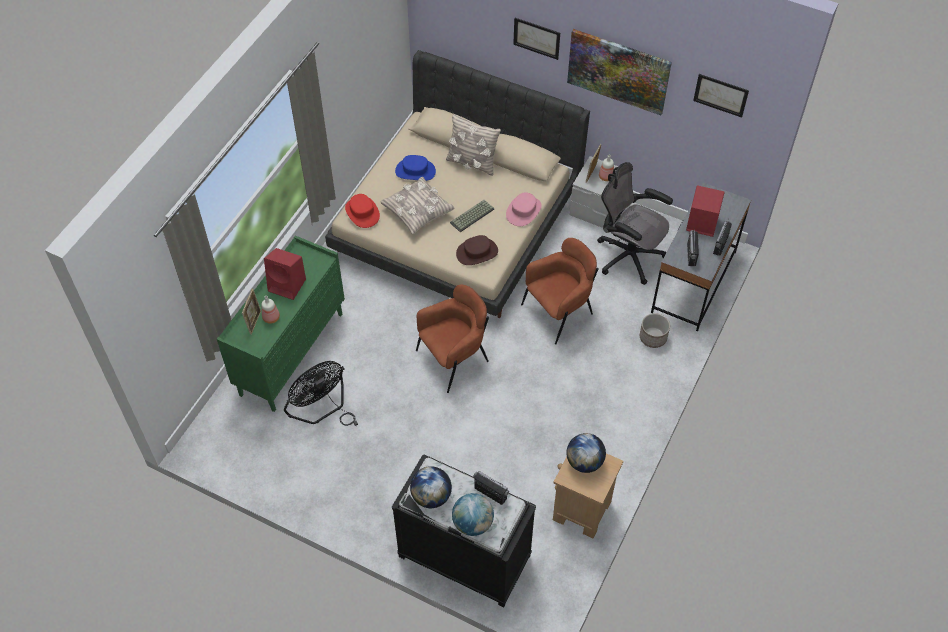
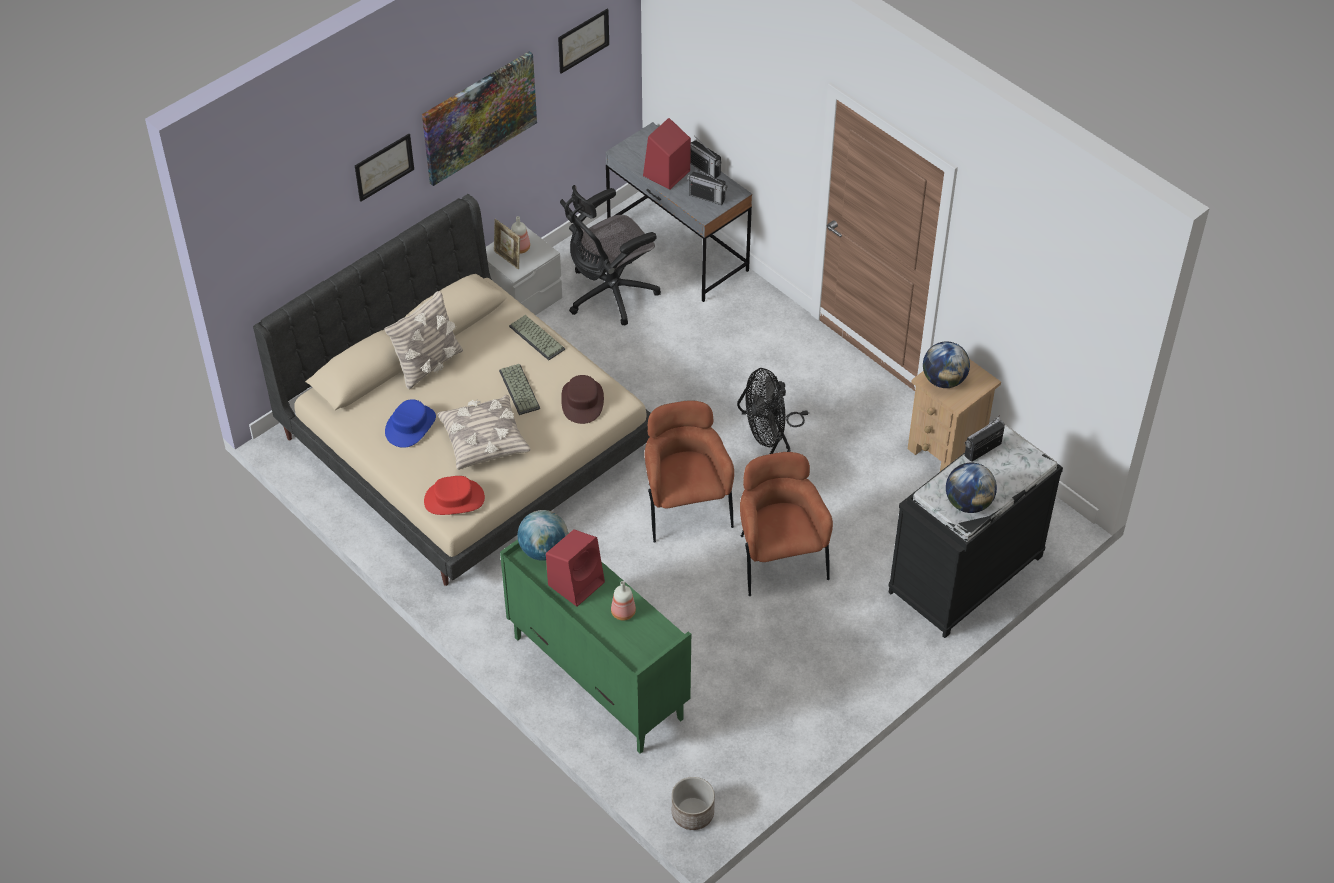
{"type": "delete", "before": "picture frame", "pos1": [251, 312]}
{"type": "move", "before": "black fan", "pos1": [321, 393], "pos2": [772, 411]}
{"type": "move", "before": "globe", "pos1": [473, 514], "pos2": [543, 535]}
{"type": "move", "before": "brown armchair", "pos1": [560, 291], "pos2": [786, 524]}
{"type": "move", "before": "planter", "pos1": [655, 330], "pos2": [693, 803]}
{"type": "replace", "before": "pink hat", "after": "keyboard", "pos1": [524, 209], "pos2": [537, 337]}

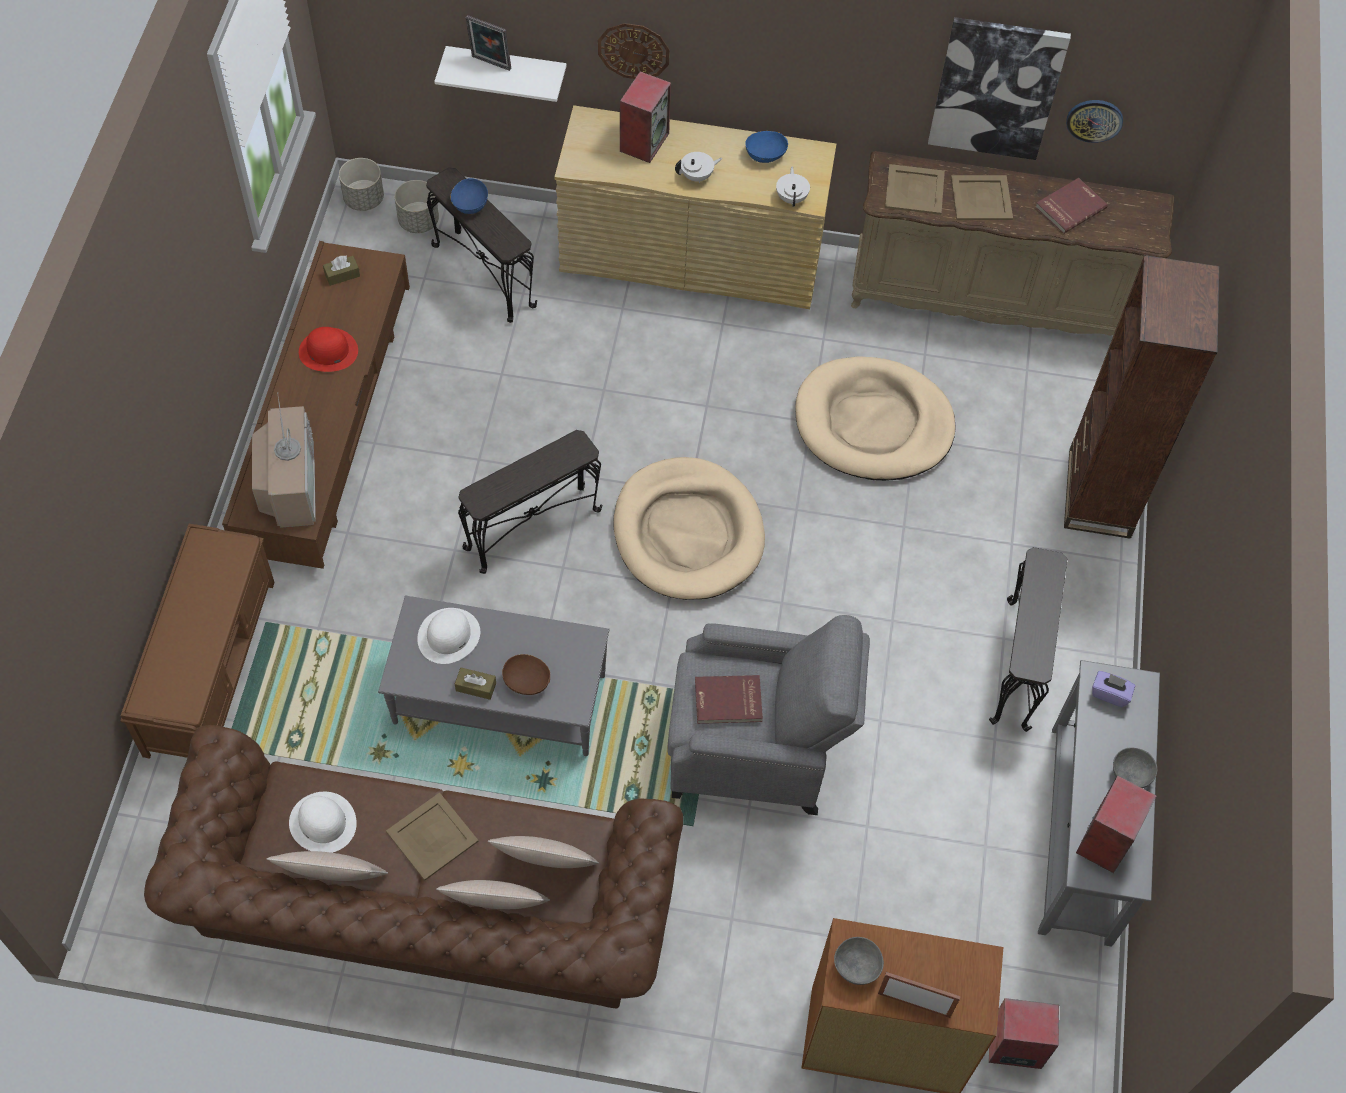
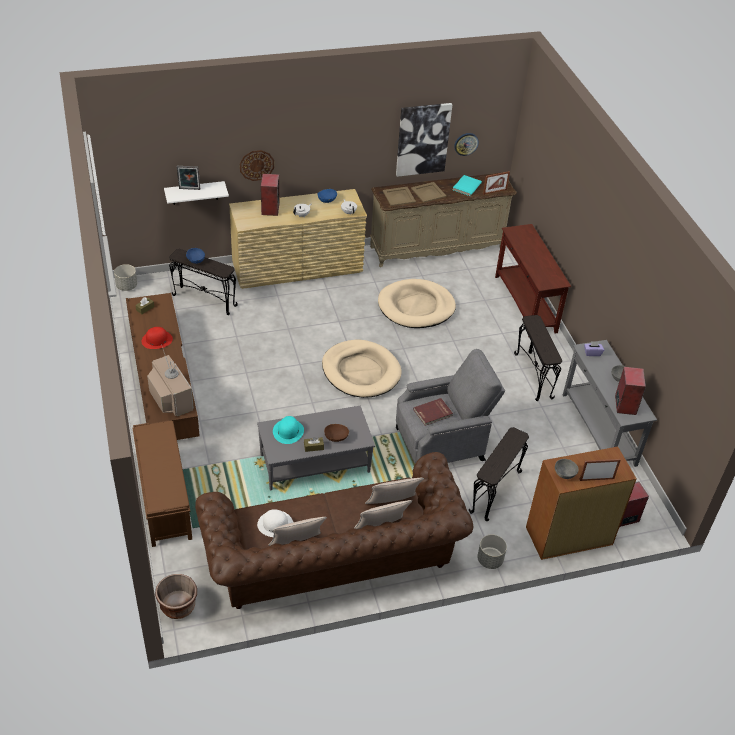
{"type": "delete", "before": "beige tray", "pos1": [432, 836]}
{"type": "insert", "after": "brown planter", "pos2": [176, 596]}
{"type": "insert", "after": "picture frame", "pos2": [496, 183]}
{"type": "move", "before": "grey planter", "pos1": [417, 206], "pos2": [492, 552]}
{"type": "move", "before": "black side table", "pos1": [530, 502], "pos2": [499, 474]}
{"type": "replace", "before": "brown bookcase", "after": "brown console table", "pos1": [1141, 397], "pos2": [533, 280]}
{"type": "recolor", "before": "white hat", "after": "turquoise hat", "pos1": [448, 636], "pos2": [288, 430]}
{"type": "recolor", "before": "red book", "after": "turquoise book", "pos1": [1071, 206], "pos2": [467, 185]}

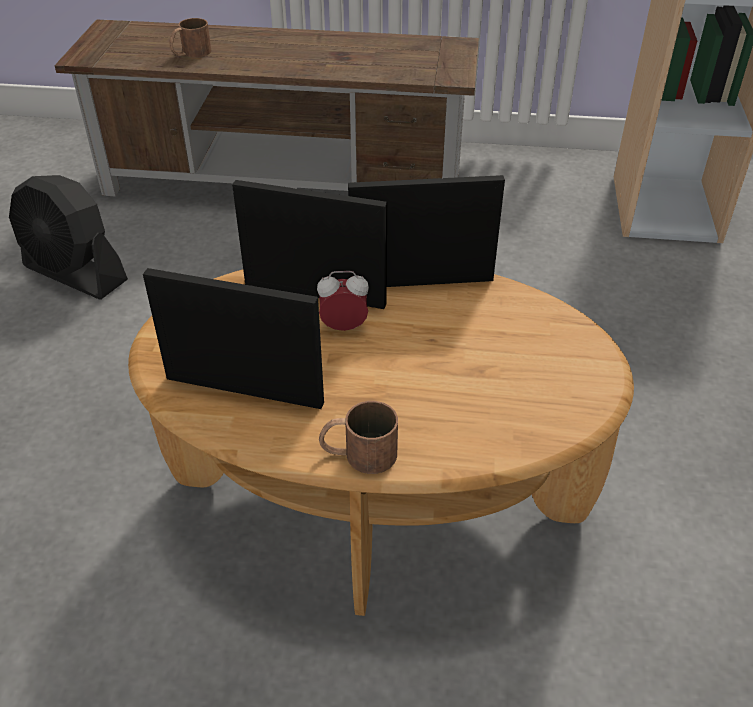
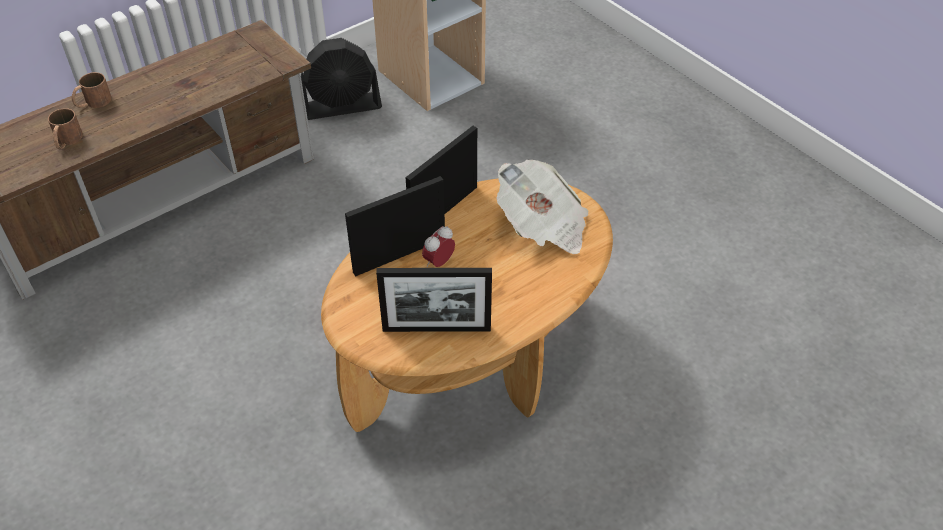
{"type": "insert", "after": "newspaper", "pos2": [542, 207]}
{"type": "move", "before": "black fan", "pos1": [68, 237], "pos2": [341, 79]}
{"type": "move", "before": "brown mug", "pos1": [358, 437], "pos2": [92, 90]}
{"type": "rotate", "before": "picture frame", "pos1": [233, 338], "pos2": [434, 300], "turn": -150}

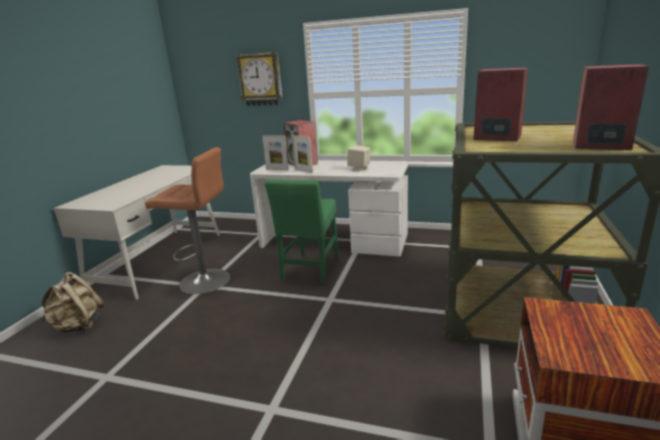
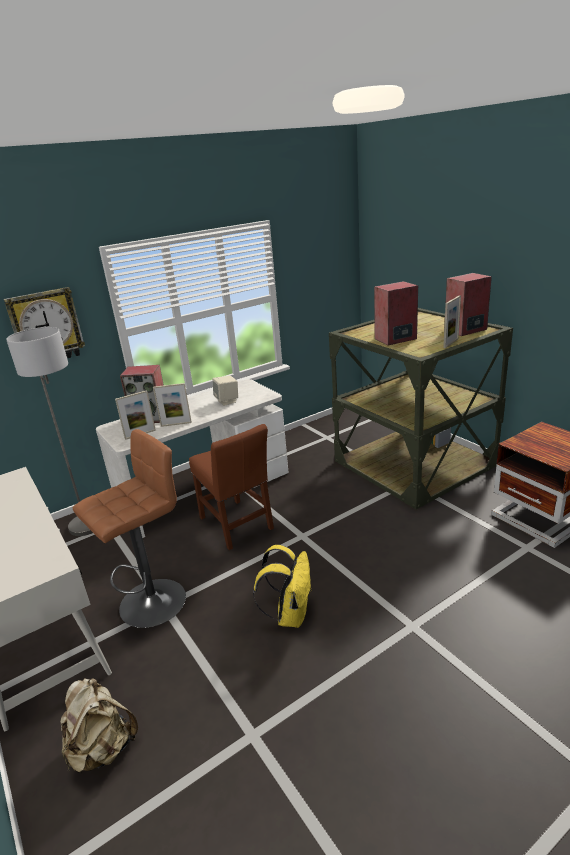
{"type": "insert", "after": "grey floor lamp", "pos2": [49, 431]}
{"type": "insert", "after": "yellow backpack", "pos2": [282, 586]}
{"type": "insert", "after": "picture frame", "pos2": [452, 321]}
{"type": "recolor", "before": "green chair", "after": "brown chair", "pos1": [302, 231], "pos2": [231, 487]}

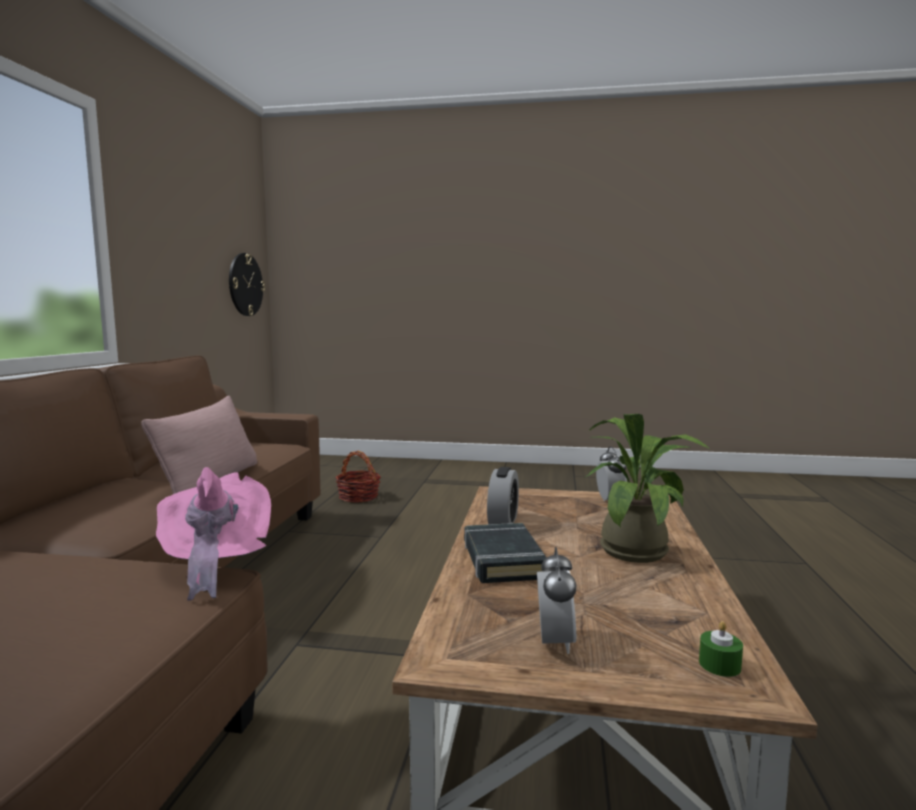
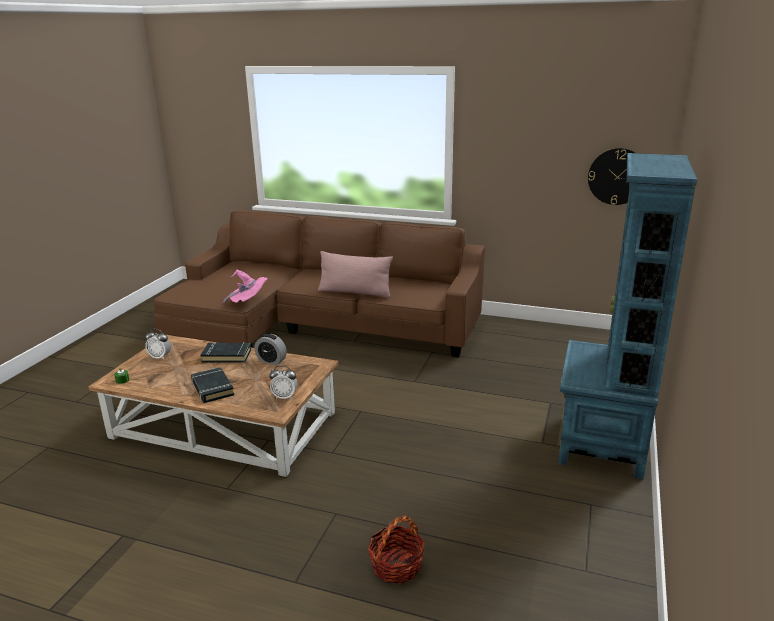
{"type": "insert", "after": "blue cabinet", "pos2": [628, 316]}
{"type": "move", "before": "basket", "pos1": [358, 476], "pos2": [396, 550]}
{"type": "replace", "before": "potted plant", "after": "black book", "pos1": [646, 488], "pos2": [212, 385]}

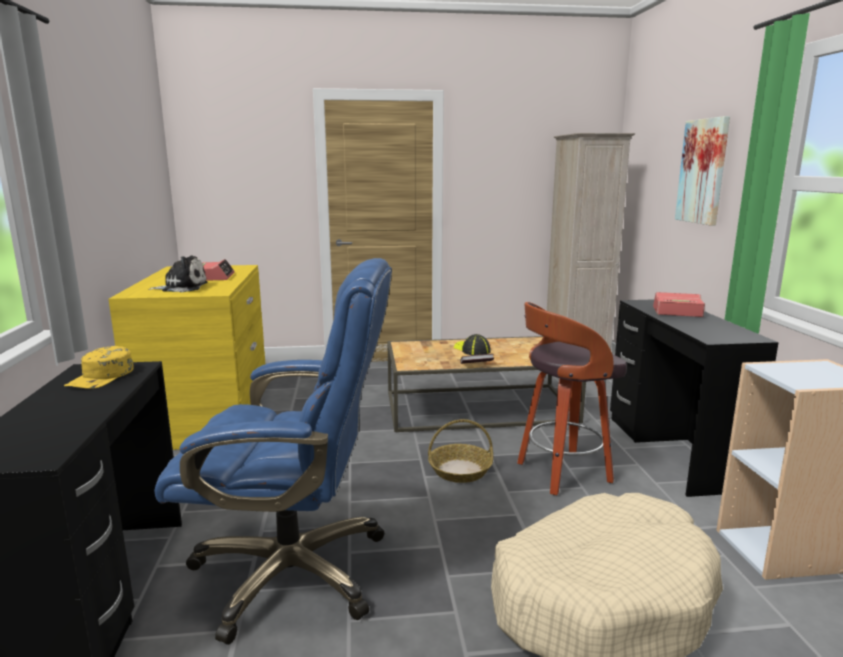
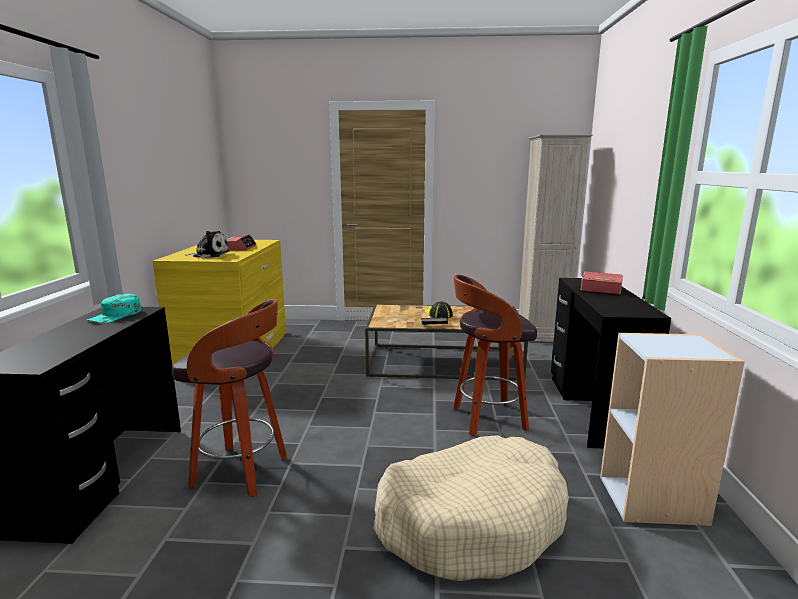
{"type": "delete", "before": "basket", "pos1": [460, 451]}
{"type": "delete", "before": "picture", "pos1": [702, 171]}
{"type": "replace", "before": "blue office chair", "after": "stool", "pos1": [273, 451], "pos2": [229, 398]}
{"type": "recolor", "before": "yellow cap", "after": "turquoise cap", "pos1": [99, 367], "pos2": [114, 308]}

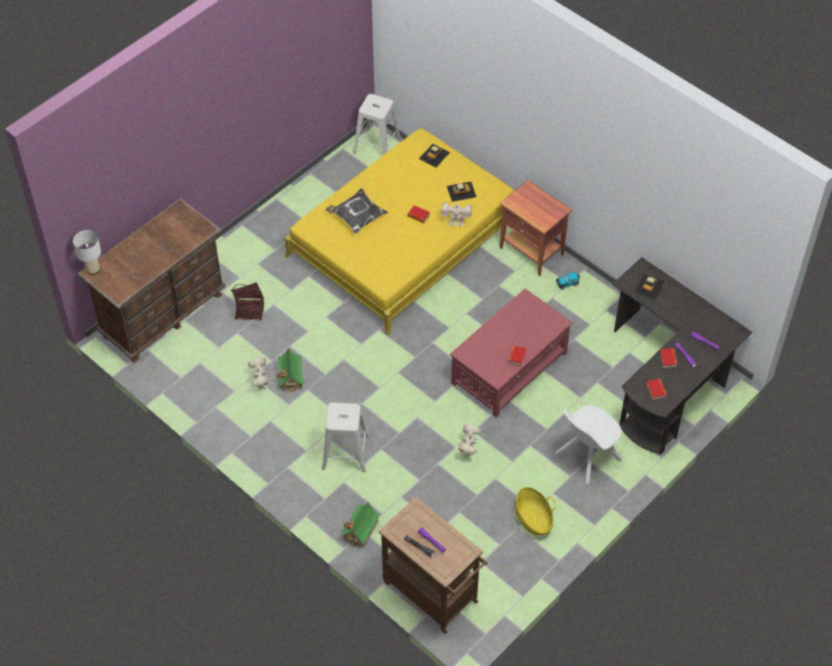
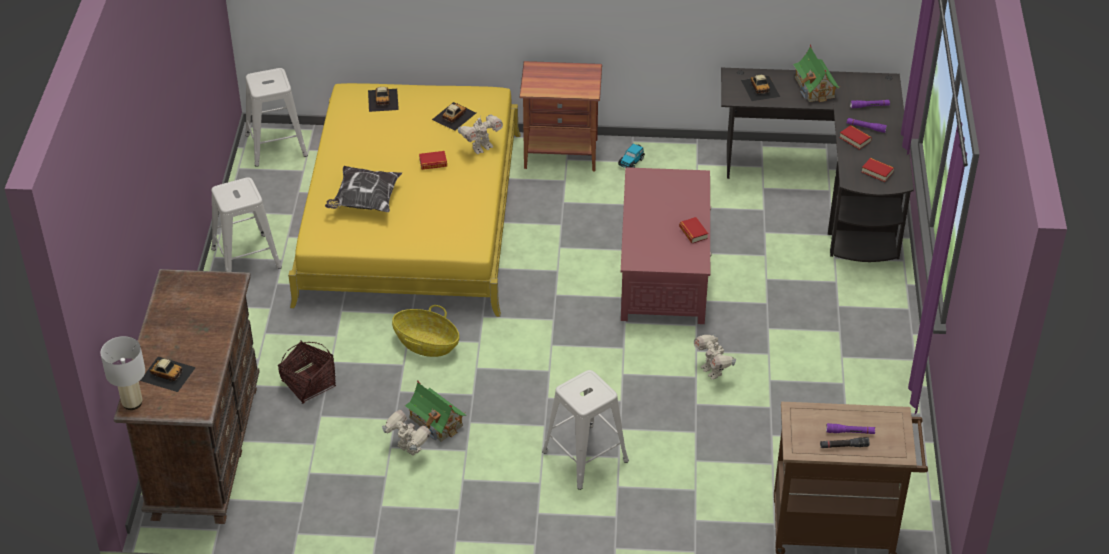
{"type": "delete", "before": "white chair", "pos1": [588, 445]}
{"type": "insert", "after": "toy car", "pos2": [168, 374]}
{"type": "insert", "after": "white stool", "pos2": [246, 224]}
{"type": "move", "before": "toy house", "pos1": [360, 524], "pos2": [816, 73]}
{"type": "move", "before": "basket", "pos1": [535, 511], "pos2": [425, 331]}

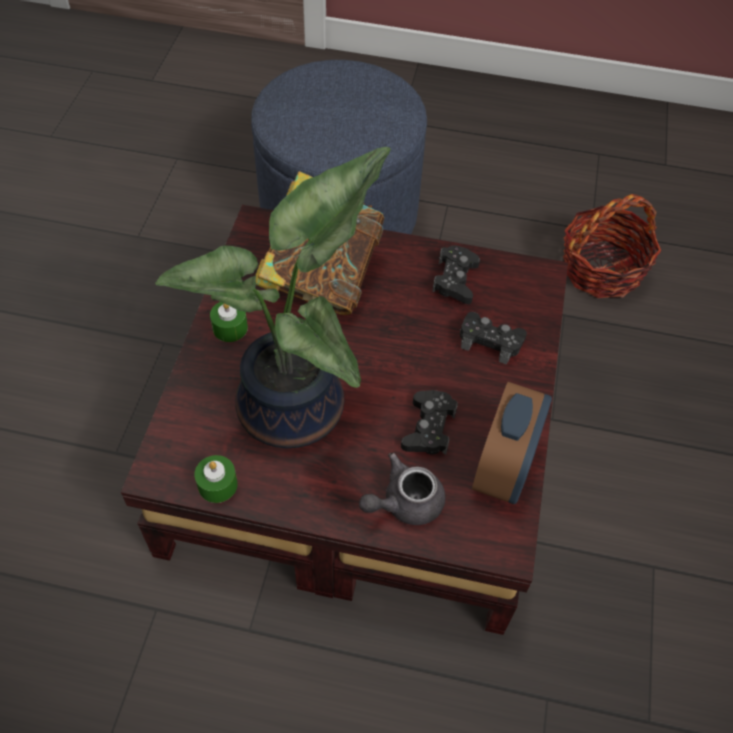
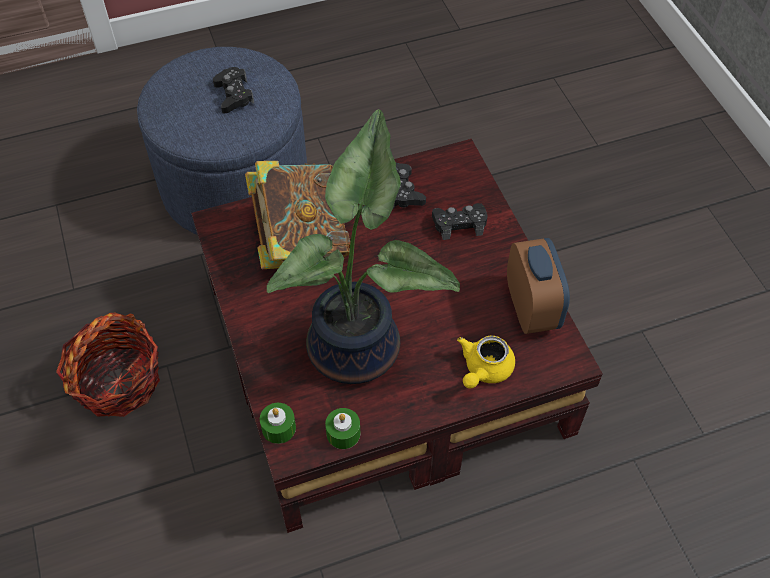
{"type": "move", "before": "green candle", "pos1": [229, 322], "pos2": [278, 423]}
{"type": "move", "before": "black game controller", "pos1": [429, 422], "pos2": [233, 90]}
{"type": "move", "before": "basket", "pos1": [612, 246], "pos2": [108, 365]}
{"type": "recolor", "before": "grey teapot", "after": "yellow teapot", "pos1": [402, 489], "pos2": [486, 362]}

